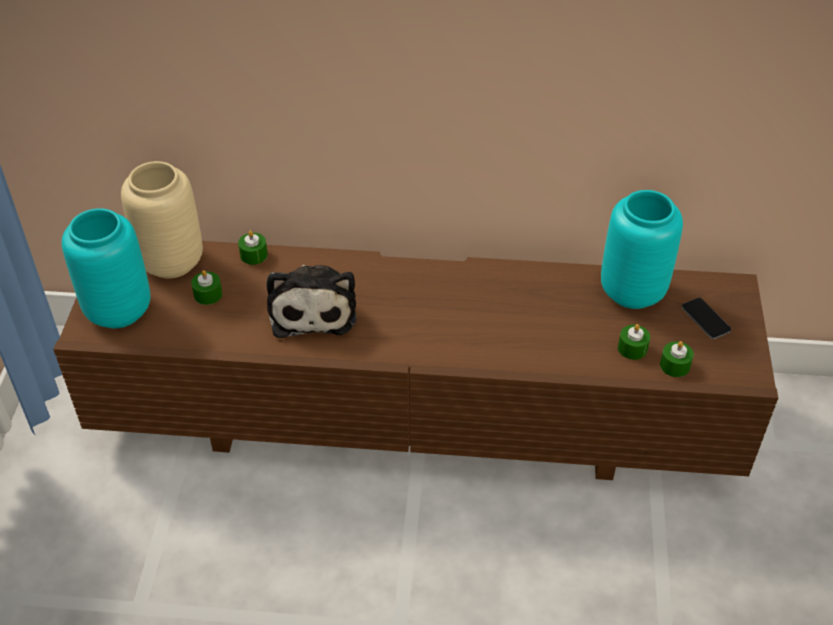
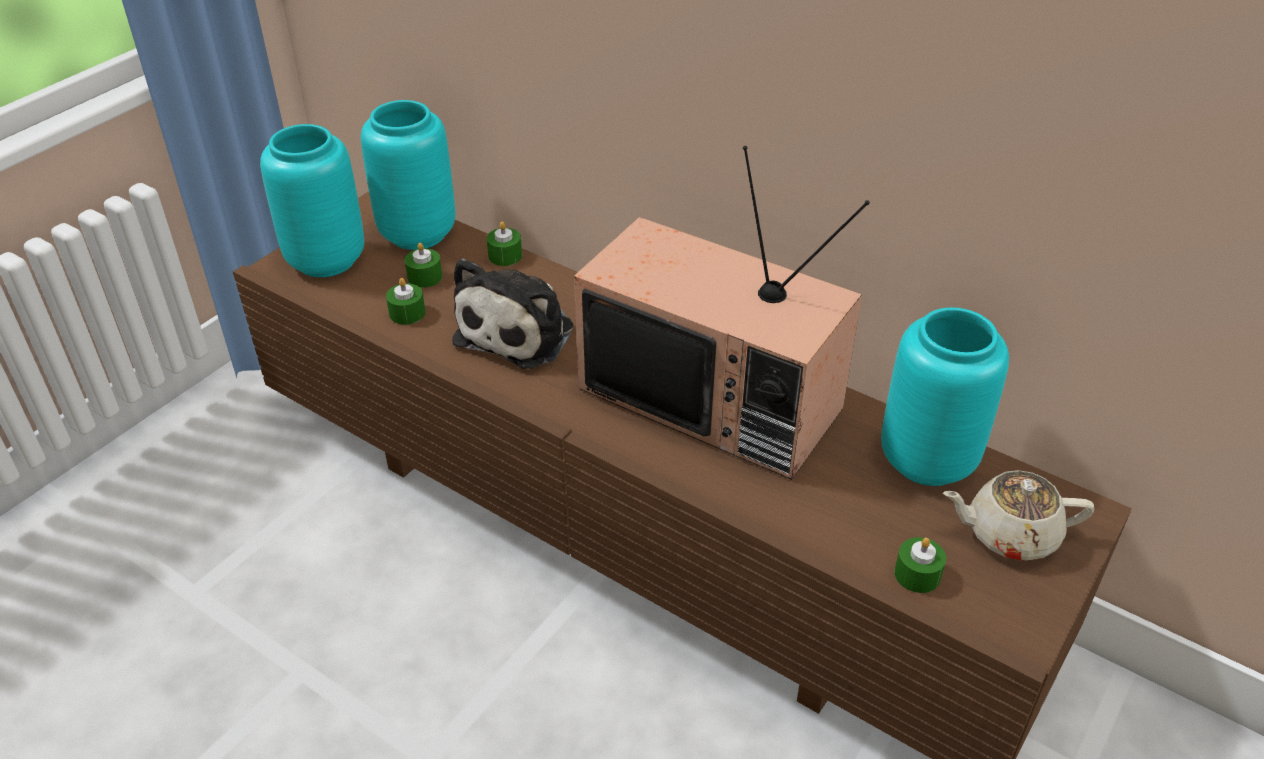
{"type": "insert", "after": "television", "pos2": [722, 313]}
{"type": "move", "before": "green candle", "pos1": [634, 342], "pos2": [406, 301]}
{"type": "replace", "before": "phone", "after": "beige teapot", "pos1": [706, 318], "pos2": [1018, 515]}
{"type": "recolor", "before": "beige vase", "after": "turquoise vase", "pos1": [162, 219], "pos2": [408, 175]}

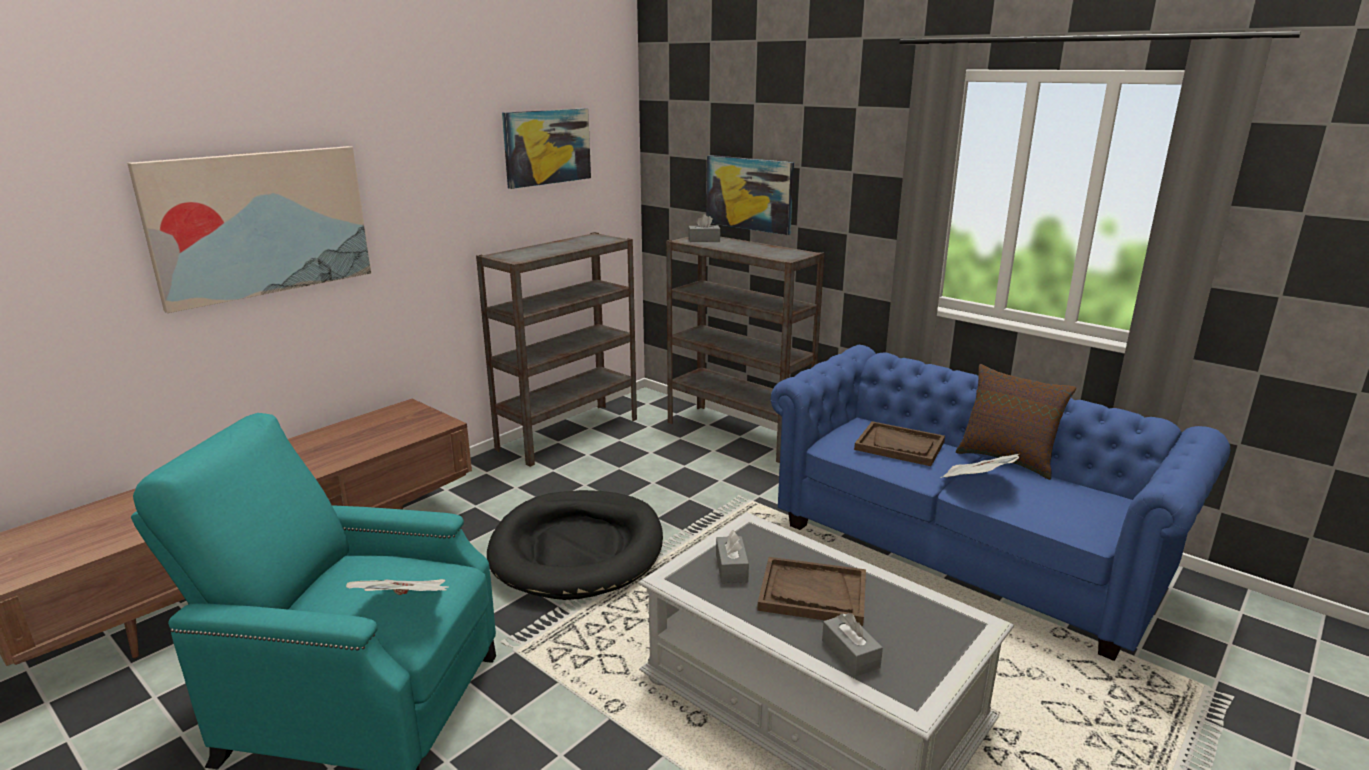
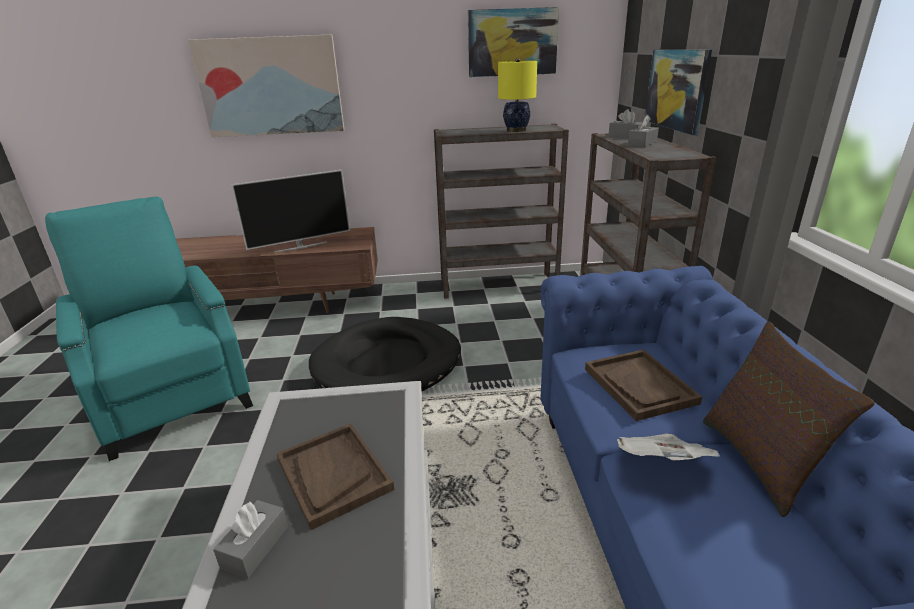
{"type": "delete", "before": "newspaper", "pos1": [397, 587]}
{"type": "insert", "after": "television", "pos2": [290, 211]}
{"type": "insert", "after": "yellow table lamp", "pos2": [517, 95]}
{"type": "move", "before": "grey tissue box", "pos1": [732, 556], "pos2": [643, 131]}

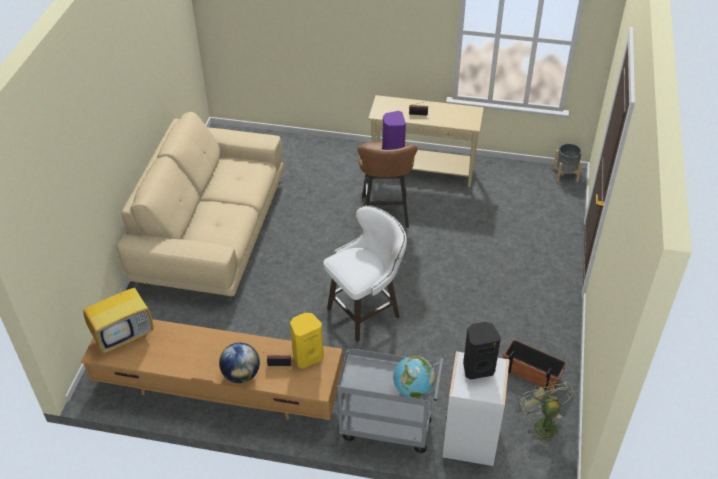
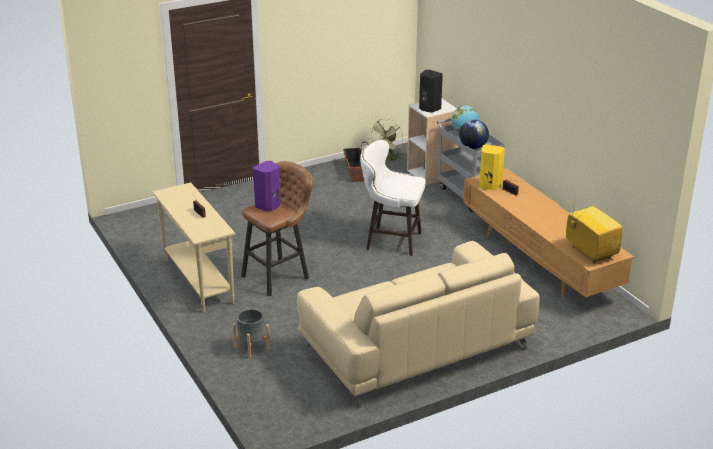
{"type": "move", "before": "globe", "pos1": [239, 363], "pos2": [474, 134]}
{"type": "move", "before": "grey planter", "pos1": [567, 162], "pos2": [251, 333]}
{"type": "rotate", "before": "television", "pos1": [118, 311], "pos2": [594, 231], "turn": 45}

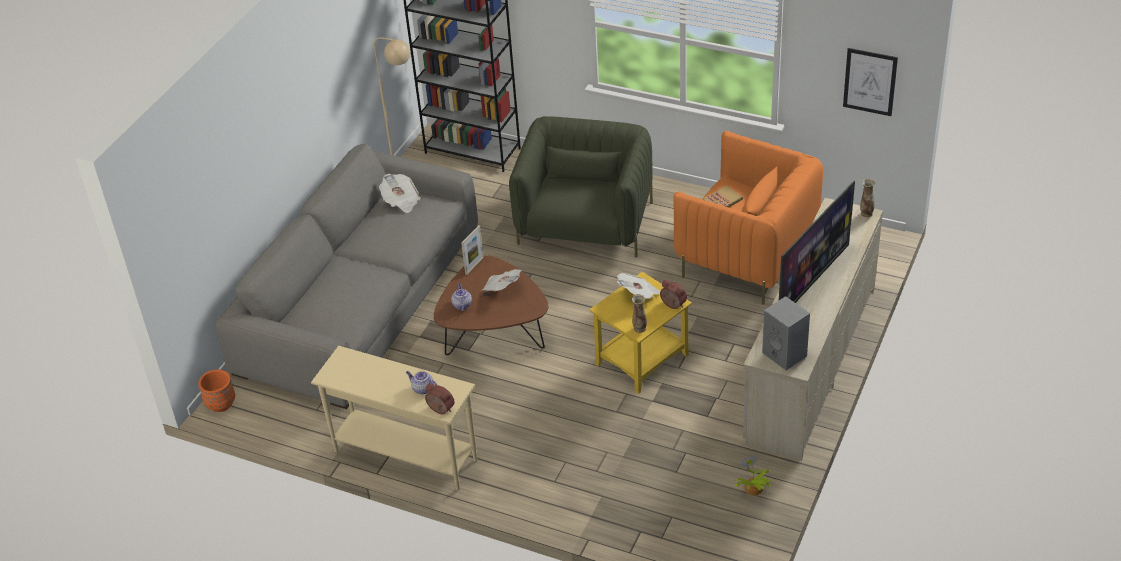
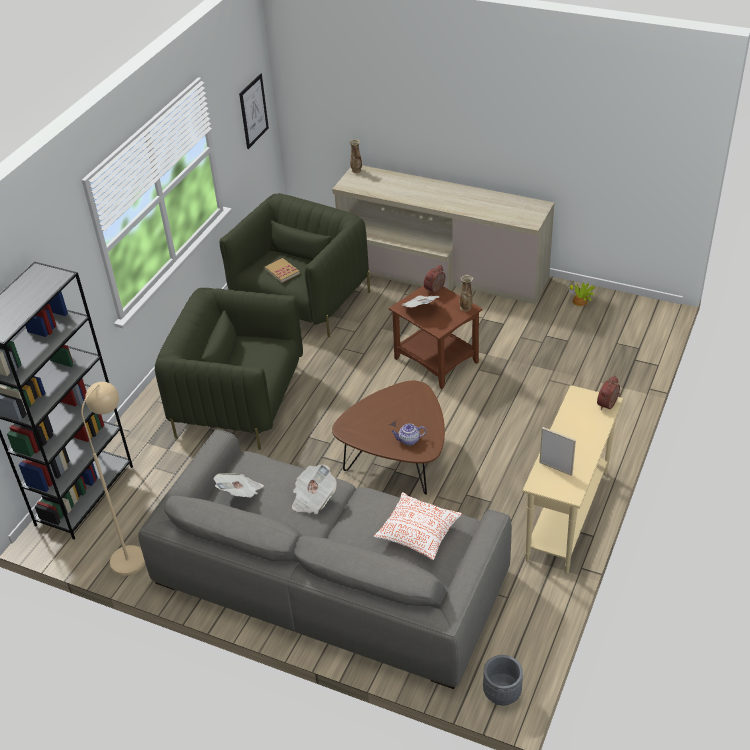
{"type": "delete", "before": "teapot", "pos1": [421, 383]}
{"type": "delete", "before": "grey speaker", "pos1": [786, 333]}
{"type": "delete", "before": "television", "pos1": [817, 242]}
{"type": "insert", "after": "white pillow", "pos2": [418, 526]}
{"type": "move", "before": "picture frame", "pos1": [472, 250], "pos2": [557, 451]}
{"type": "move", "before": "newspaper", "pos1": [501, 280], "pos2": [314, 489]}
{"type": "recolor", "before": "orange planter", "after": "grey planter", "pos1": [216, 391], "pos2": [503, 680]}
{"type": "recolor", "before": "yellow side table", "after": "brown side table", "pos1": [640, 333], "pos2": [436, 337]}
{"type": "recolor", "before": "orange armchair", "after": "green armchair", "pos1": [748, 218], "pos2": [295, 265]}

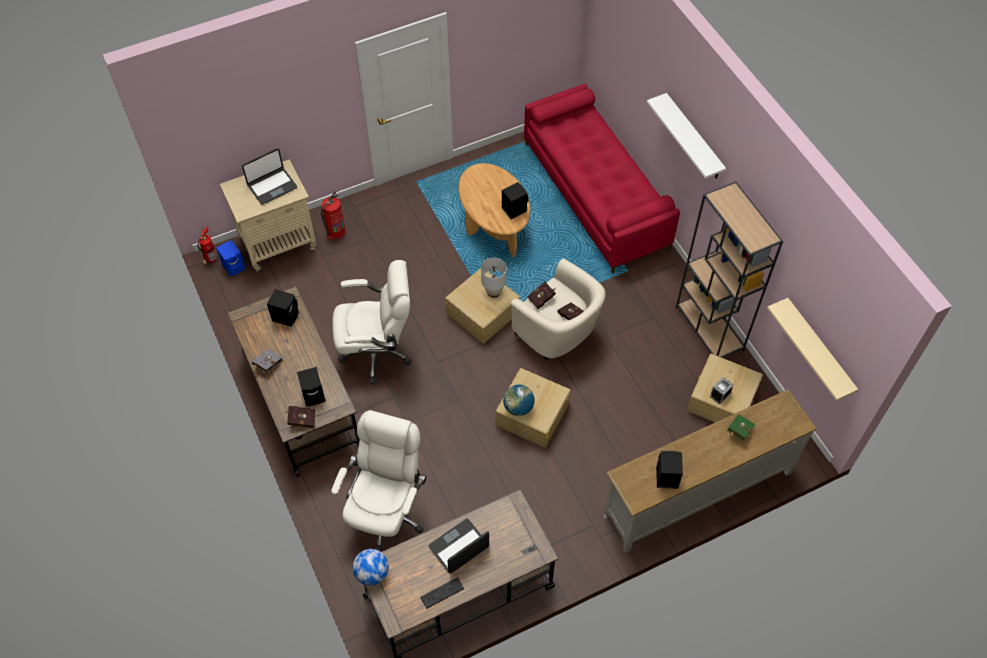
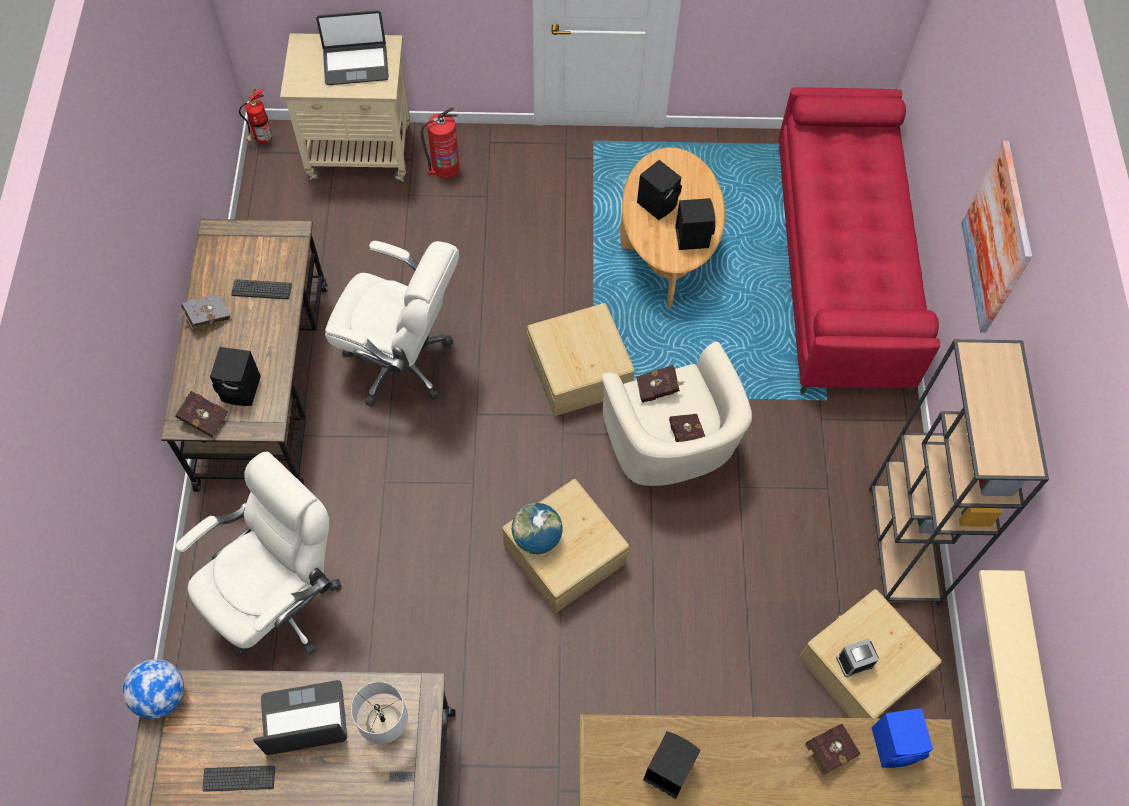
{"type": "insert", "after": "keyboard", "pos2": [261, 289]}
{"type": "move", "before": "blue speaker", "pos1": [231, 258], "pos2": [902, 738]}
{"type": "move", "before": "black speaker", "pos1": [283, 308], "pos2": [659, 190]}
{"type": "move", "before": "white table lamp", "pos1": [494, 278], "pos2": [379, 713]}
{"type": "replace", "before": "white shelf", "after": "picture", "pos1": [686, 136], "pos2": [997, 237]}
{"type": "recolor", "before": "green book", "after": "red book", "pos1": [741, 428], "pos2": [832, 749]}

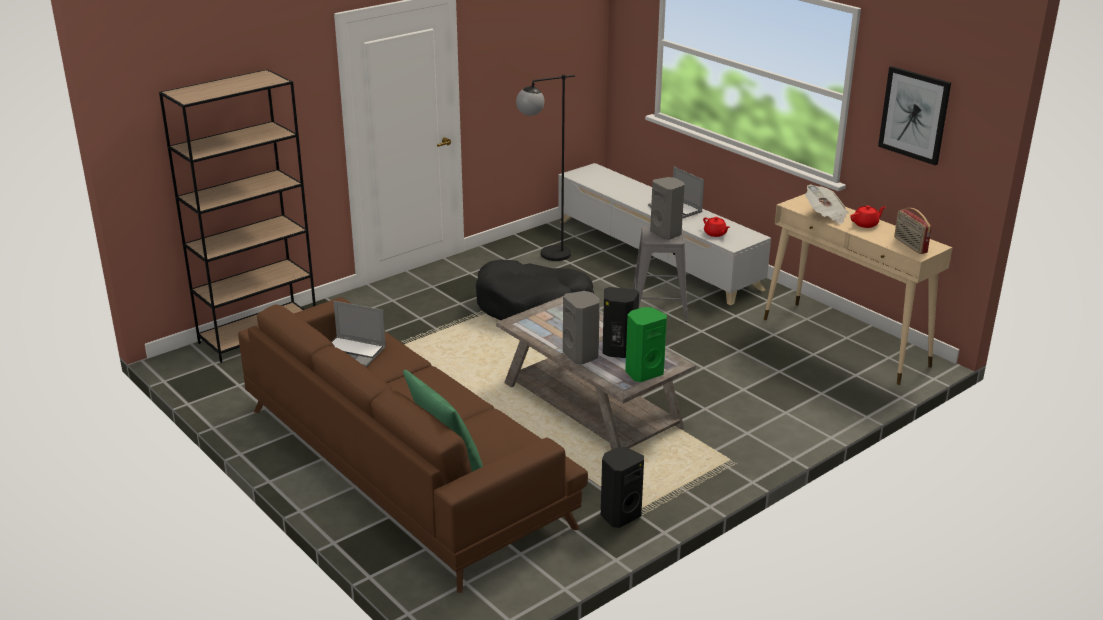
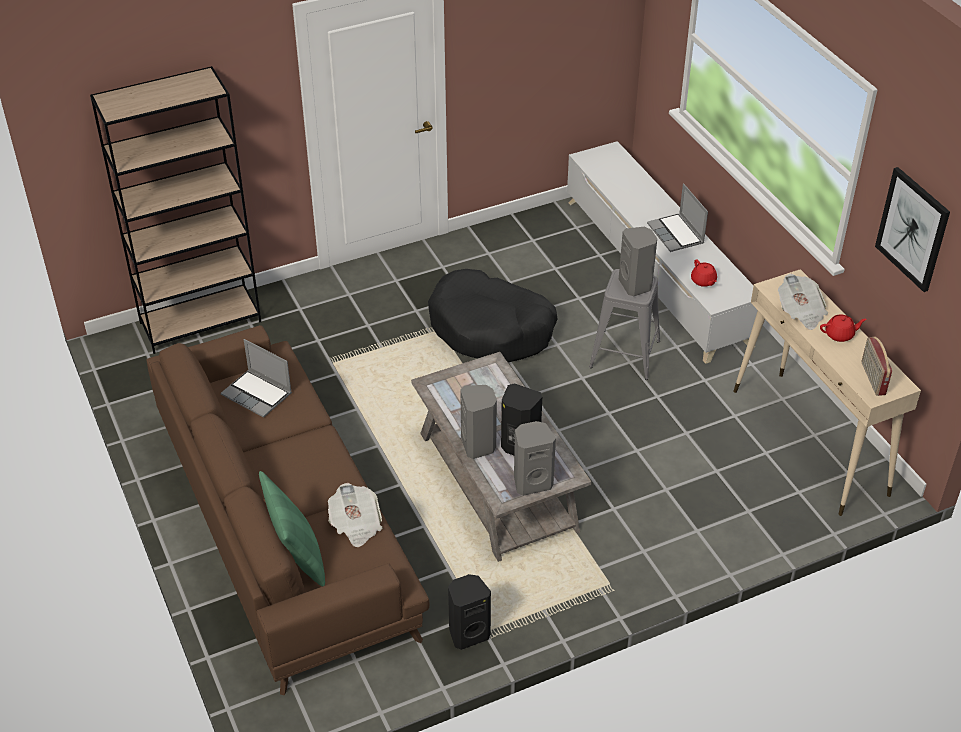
{"type": "delete", "before": "black floor lamp", "pos1": [545, 168]}
{"type": "insert", "after": "newspaper", "pos2": [355, 515]}
{"type": "recolor", "before": "green speaker", "after": "grey speaker", "pos1": [646, 344], "pos2": [535, 458]}

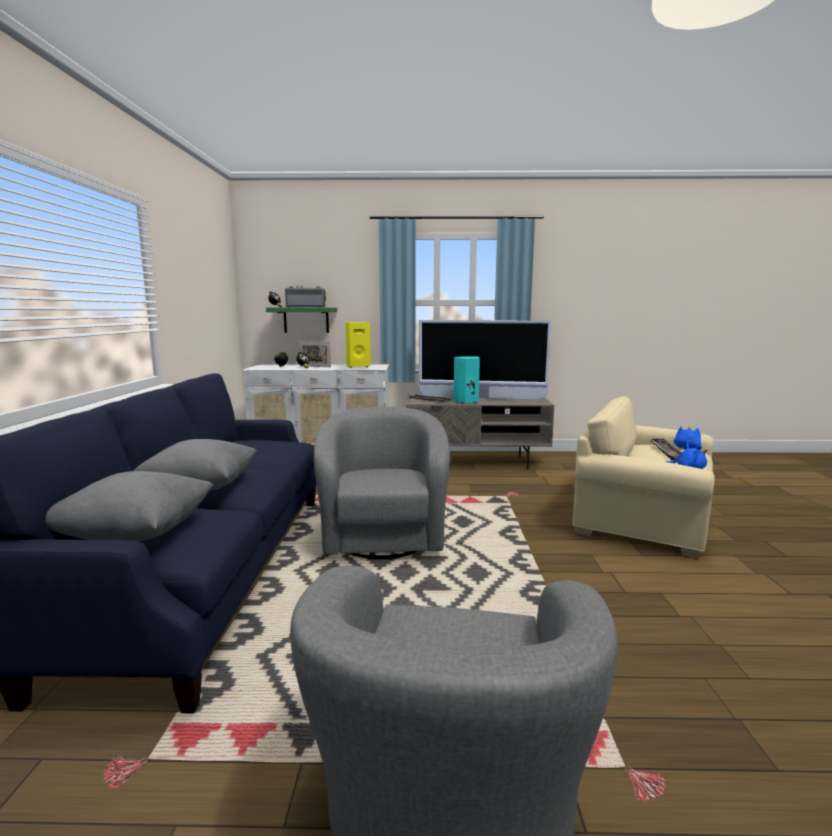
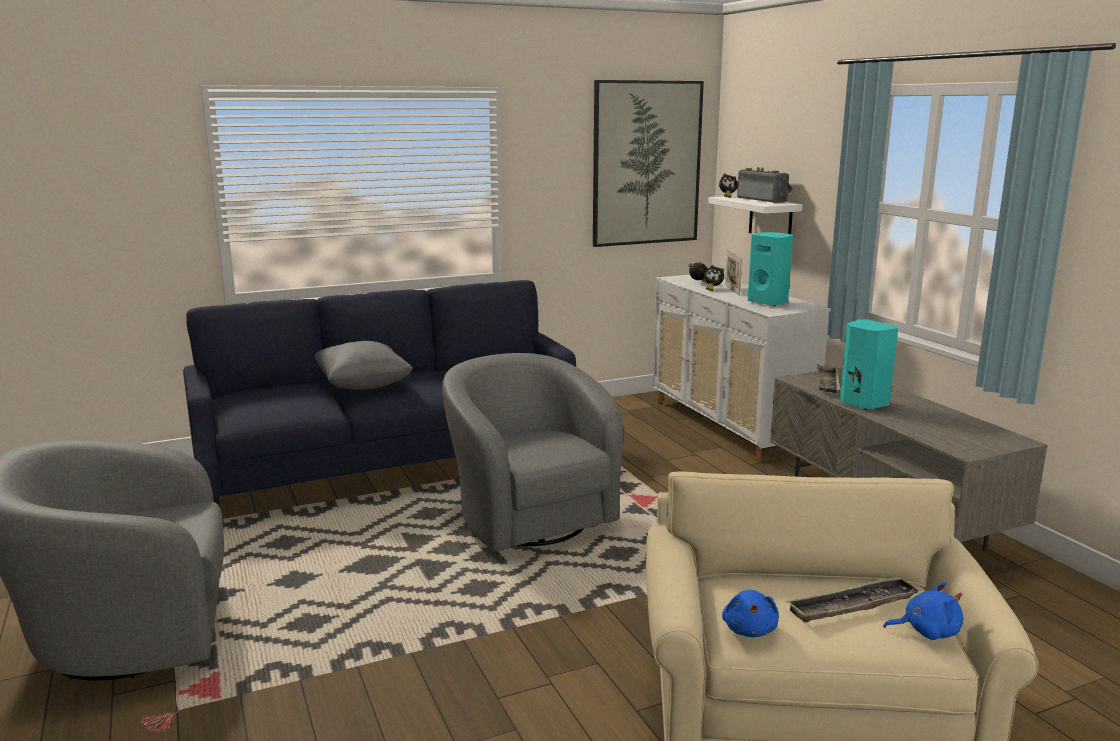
{"type": "delete", "before": "grey pillow", "pos1": [130, 506]}
{"type": "delete", "before": "television", "pos1": [485, 360]}
{"type": "insert", "after": "picture", "pos2": [648, 163]}
{"type": "recolor", "before": "green shelf", "after": "white shelf", "pos1": [301, 320], "pos2": [755, 215]}
{"type": "recolor", "before": "yellow speaker", "after": "turquoise speaker", "pos1": [358, 345], "pos2": [770, 269]}
{"type": "rotate", "before": "grey armchair", "pos1": [382, 483], "pos2": [532, 452], "turn": -90}

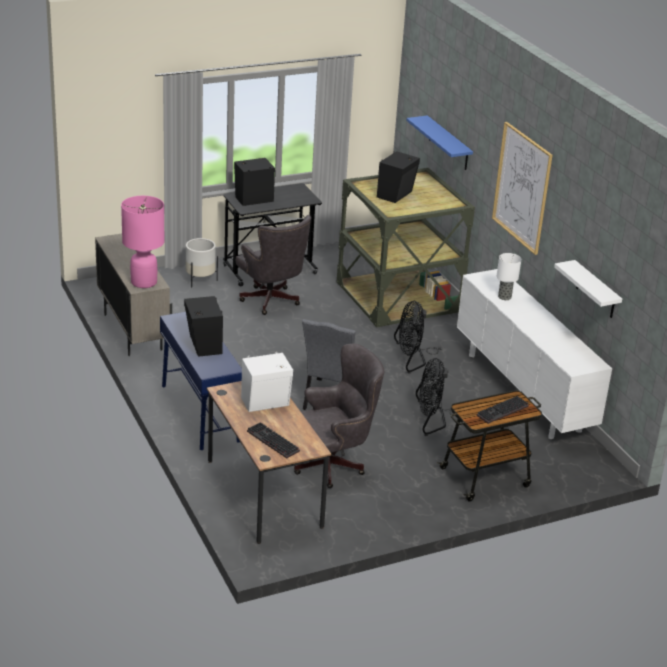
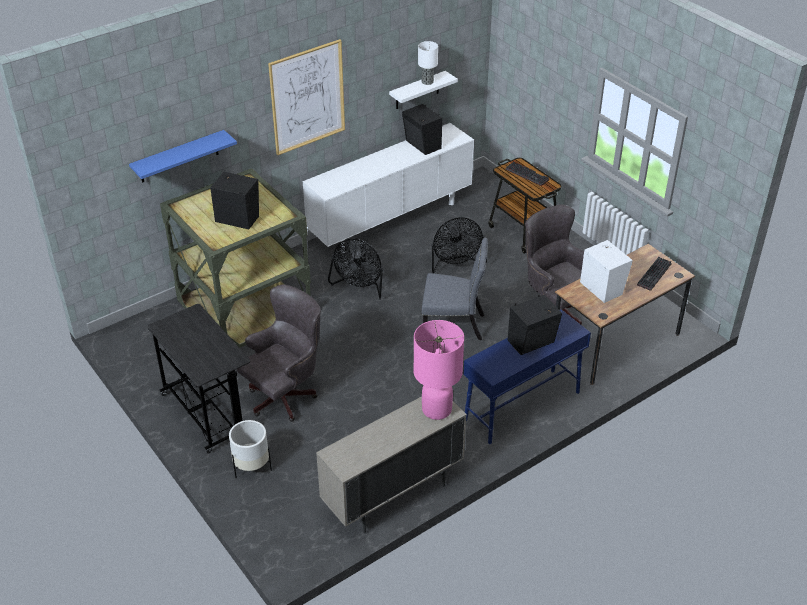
{"type": "move", "before": "black speaker", "pos1": [254, 182], "pos2": [422, 129]}
{"type": "move", "before": "table lamp", "pos1": [509, 276], "pos2": [428, 63]}
{"type": "rotate", "before": "black fan", "pos1": [418, 337], "pos2": [356, 269], "turn": 45}

